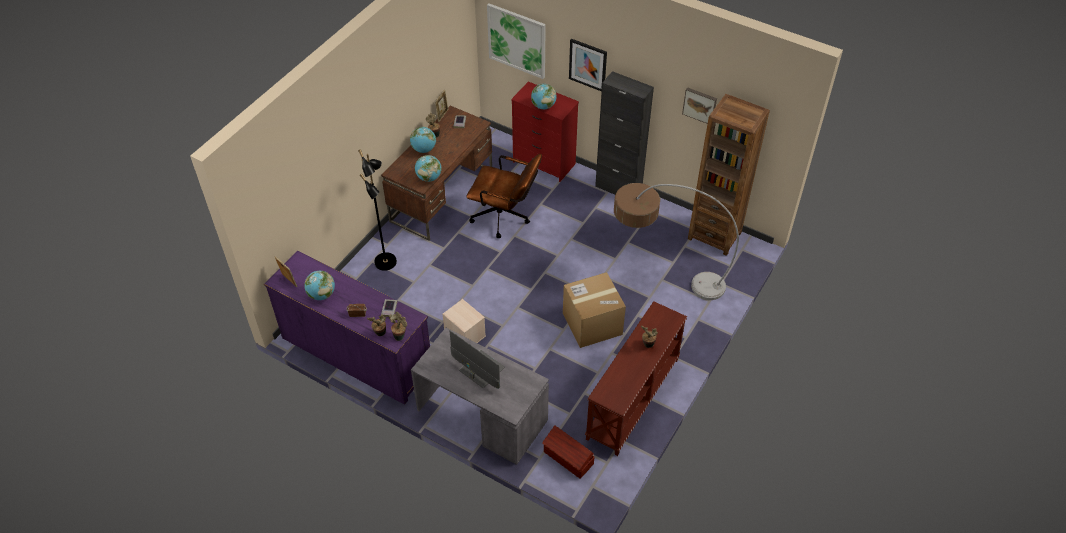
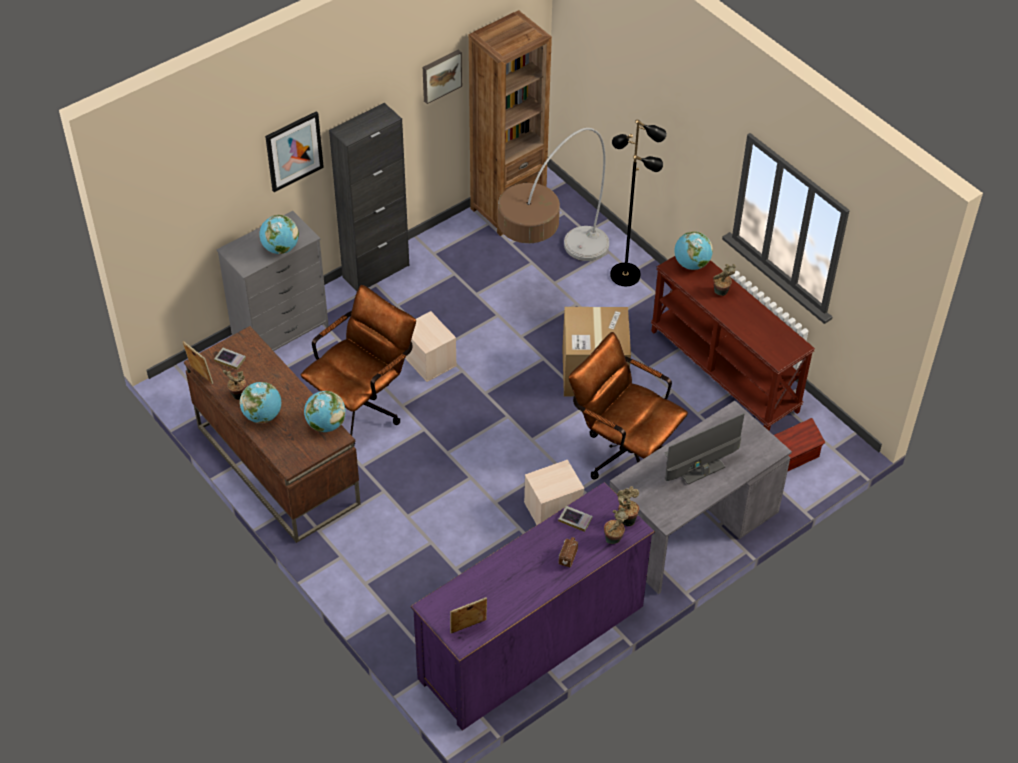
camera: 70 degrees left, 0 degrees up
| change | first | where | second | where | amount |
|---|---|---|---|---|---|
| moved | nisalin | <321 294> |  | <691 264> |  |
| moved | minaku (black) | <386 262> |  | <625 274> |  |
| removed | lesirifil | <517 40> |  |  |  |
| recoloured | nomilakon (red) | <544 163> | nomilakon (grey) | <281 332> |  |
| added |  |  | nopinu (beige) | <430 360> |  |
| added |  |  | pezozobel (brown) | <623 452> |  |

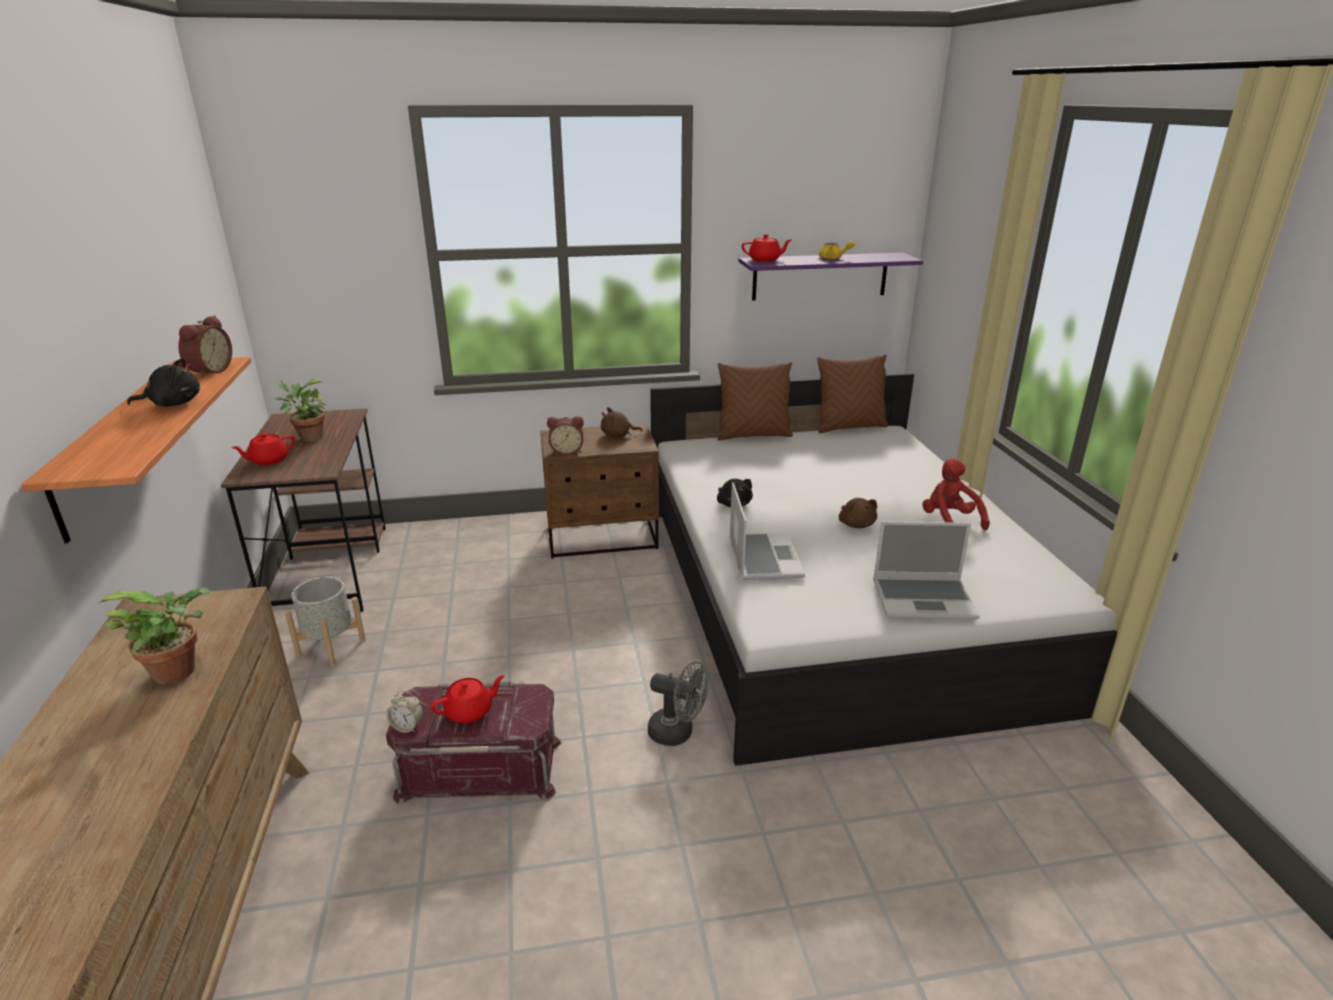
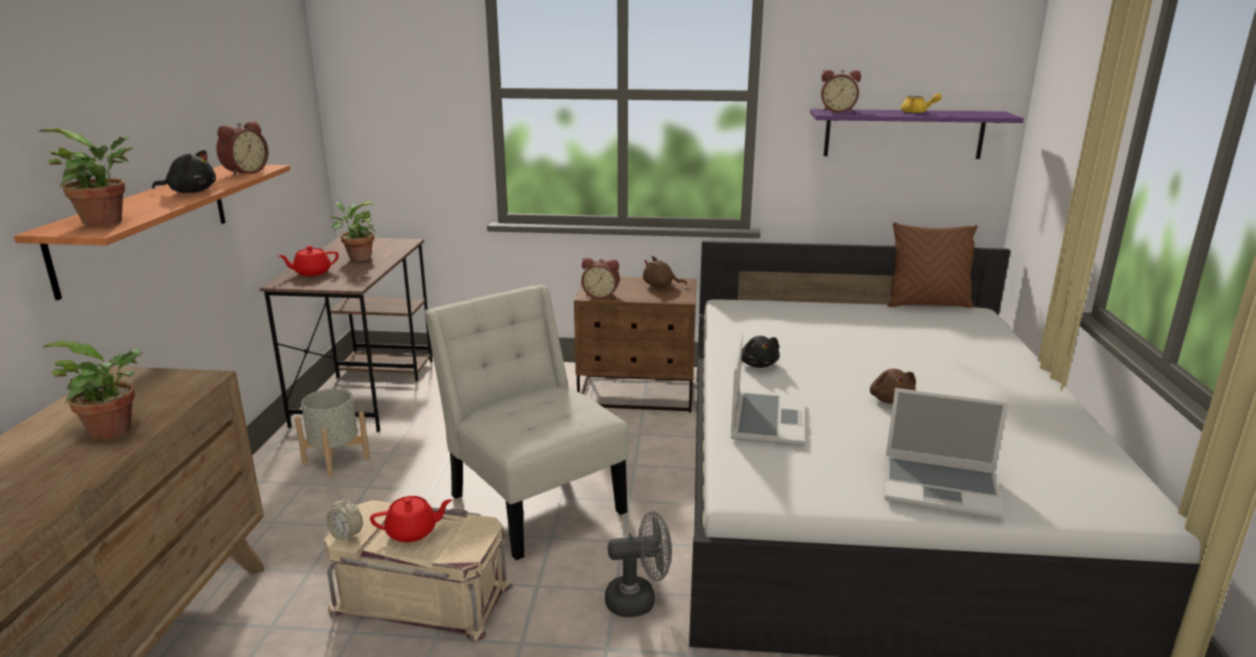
camera: 15 degrees right, 5 degrees down
| change | first | where | second | where | amount |
|---|---|---|---|---|---|
| recoloured | nopinu (red) | <481 767> | nopinu (beige) | <423 596> |  |
| turned | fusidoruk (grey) | <677 733> |  | <639 600> | 45 degrees counterclockwise |
| removed | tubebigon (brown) | <753 435> |  |  |  |
| replaced | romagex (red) | <765 260> | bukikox | <837 111> |  |
| removed | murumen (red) | <949 521> |  |  |  |
| added |  |  | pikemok | <108 222> |  |
| added |  |  | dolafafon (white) | <533 499> |  |

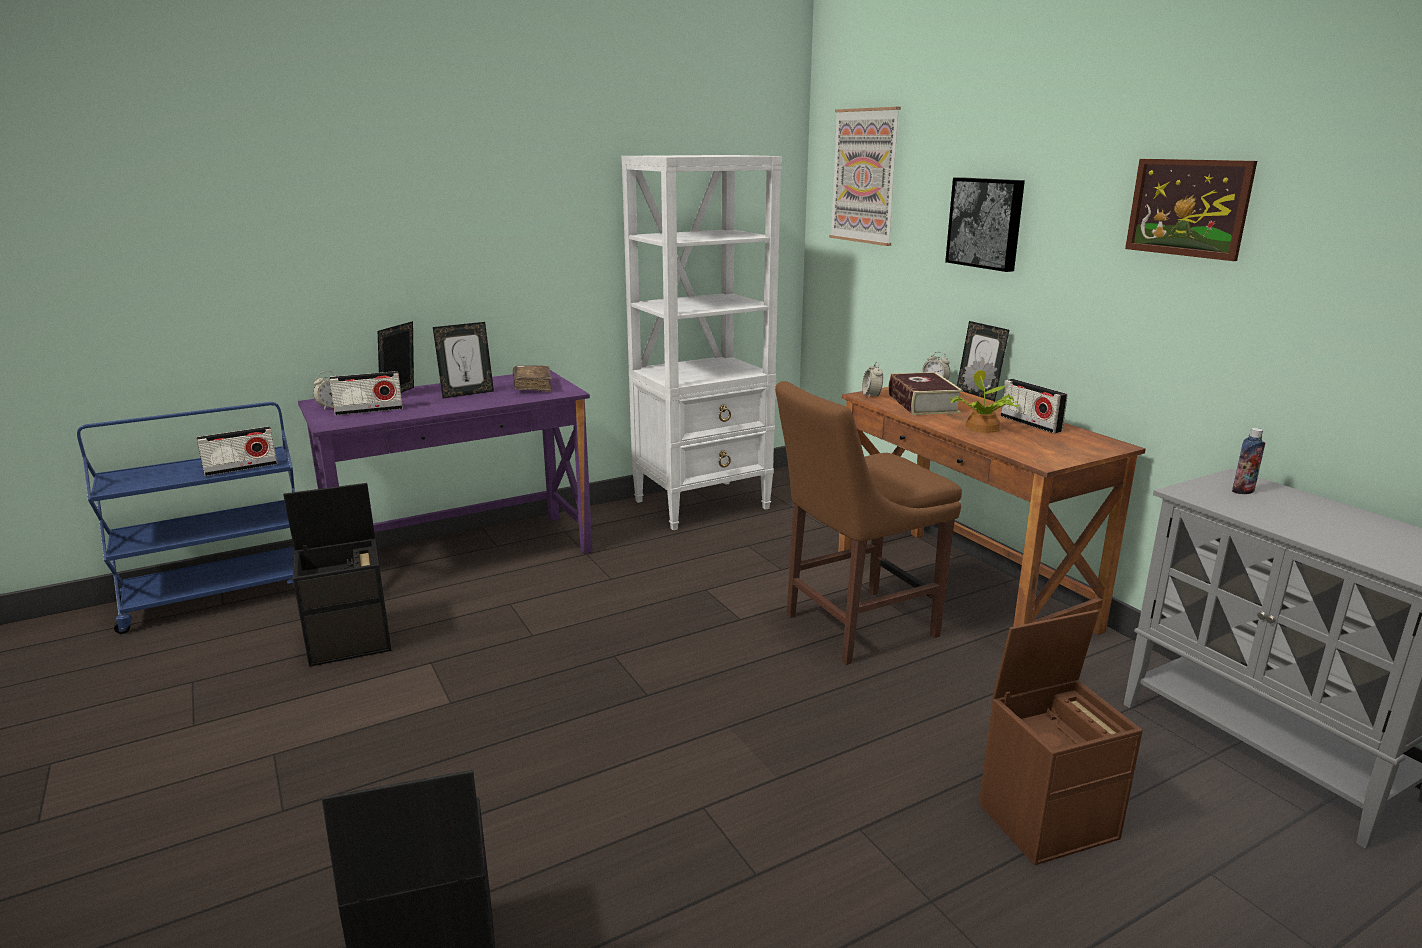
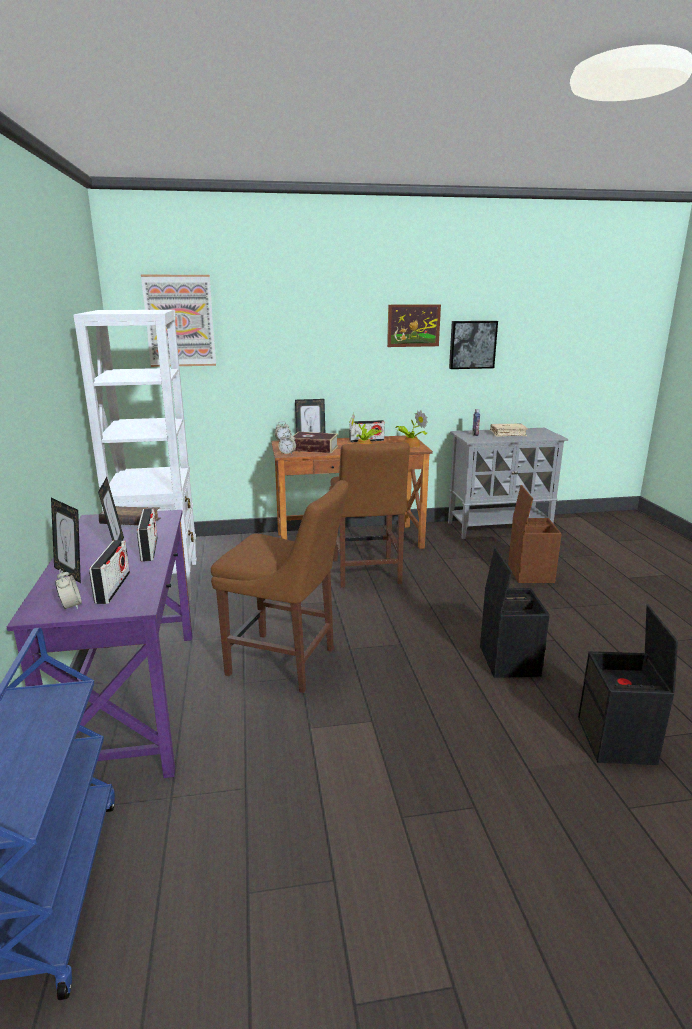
camera: 70 degrees left, 0 degrees up
| change | first | where | second | where | amount |
|---|---|---|---|---|---|
| moved | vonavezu | <241 468> |  | <149 549> |  |
| moved | nopinu (black) | <351 641> |  | <508 660> |  |
| moved | lesirifil | <986 223> |  | <472 344> |  |
| added |  |  | dolafafon (brown) | <286 663> |  |
| added |  |  | pikemok | <409 445> |  |
| added |  |  | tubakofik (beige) | <508 434> |  |

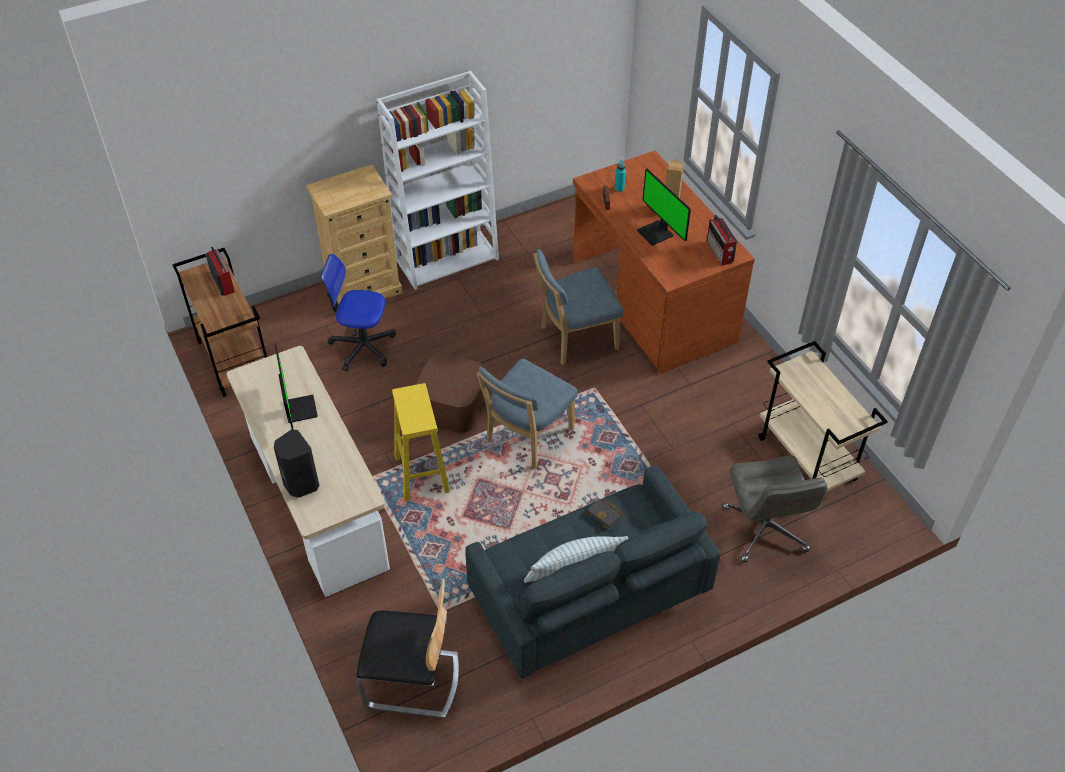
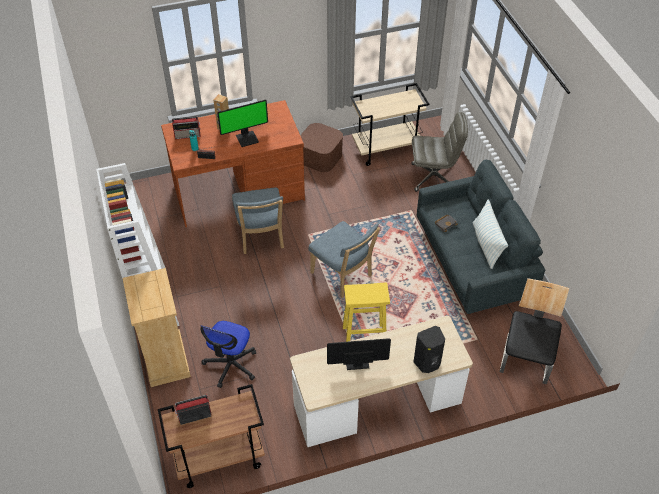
camera: 80 degrees left, 0 degrees up
| change | first | where | second | where | amount |
|---|---|---|---|---|---|
| moved | nopinu (brown) | <453 406> |  | <320 156> |  |
| moved | vonavezu | <719 252> |  | <188 135> |  |

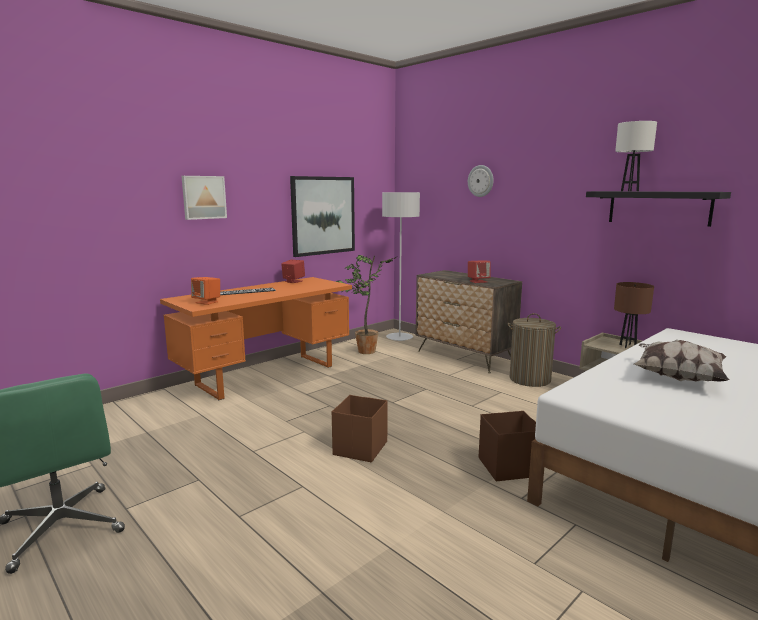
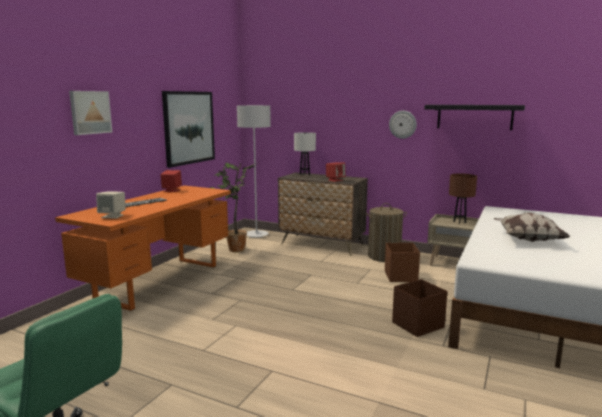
camera: 20 degrees left, 0 degrees up
| change | first | where | second | where | amount |
|---|---|---|---|---|---|
| recoloured | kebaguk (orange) | <207 302> | kebaguk (beige) | <112 216> |  |
| moved | nopinu (brown) | <359 449> |  | <400 276> |  |
| moved | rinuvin | <481 181> |  | <402 124> |  |
| moved | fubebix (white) | <629 191> |  | <304 174> |  |

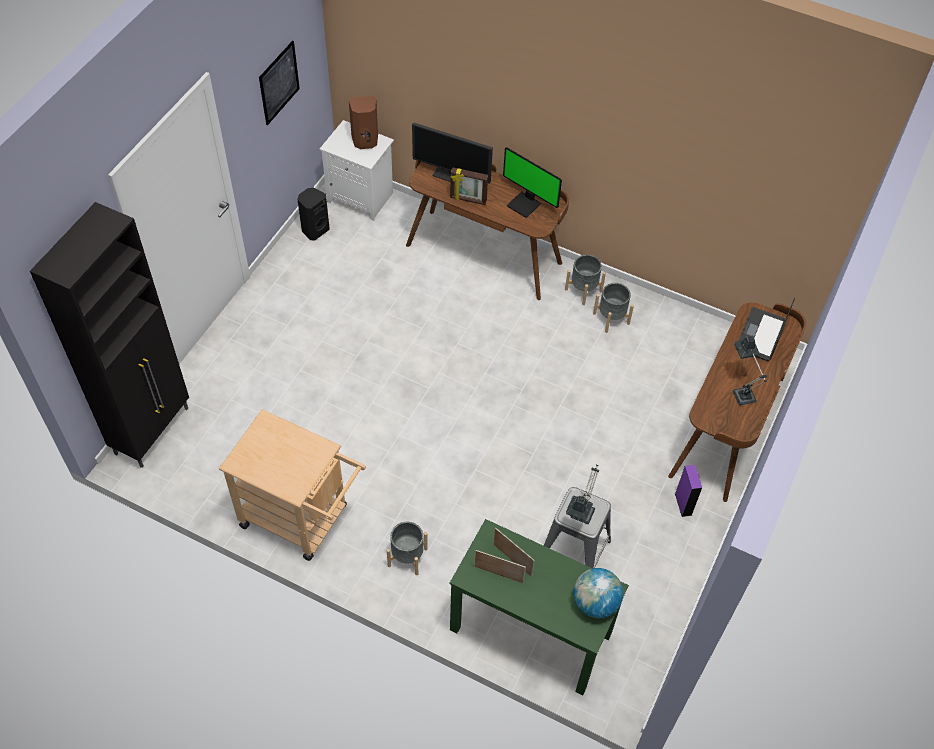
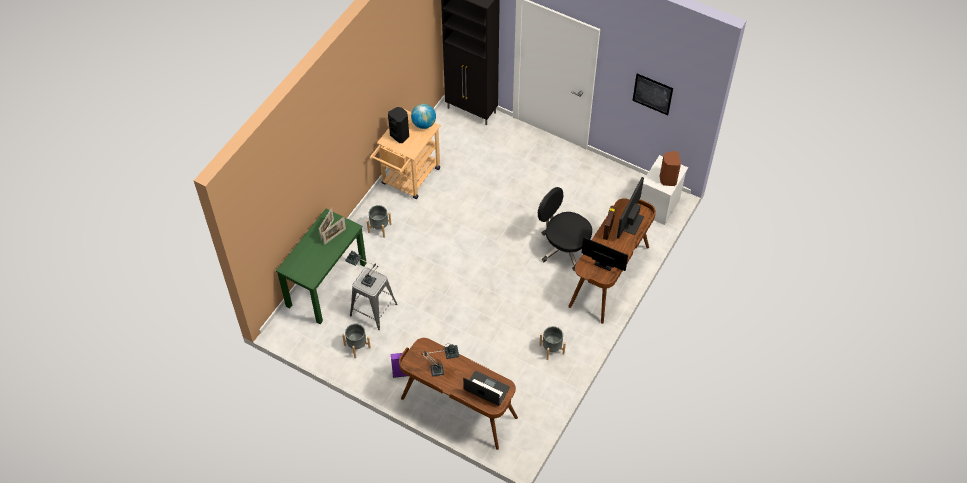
camera: 95 degrees right, 0 degrees up
| change | first | where | second | where | amount |
|---|---|---|---|---|---|
| moved | kebaguk (black) | <314 230> |  | <400 135> |  |
| turned | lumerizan | <525 204> |  | <604 262> | 75 degrees clockwise |
| moved | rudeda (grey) | <583 290> |  | <357 346> |  |
| moved | nisalin | <595 603> |  | <424 124> |  |
| added |  |  | pezozobel (black) | <564 247> |  |

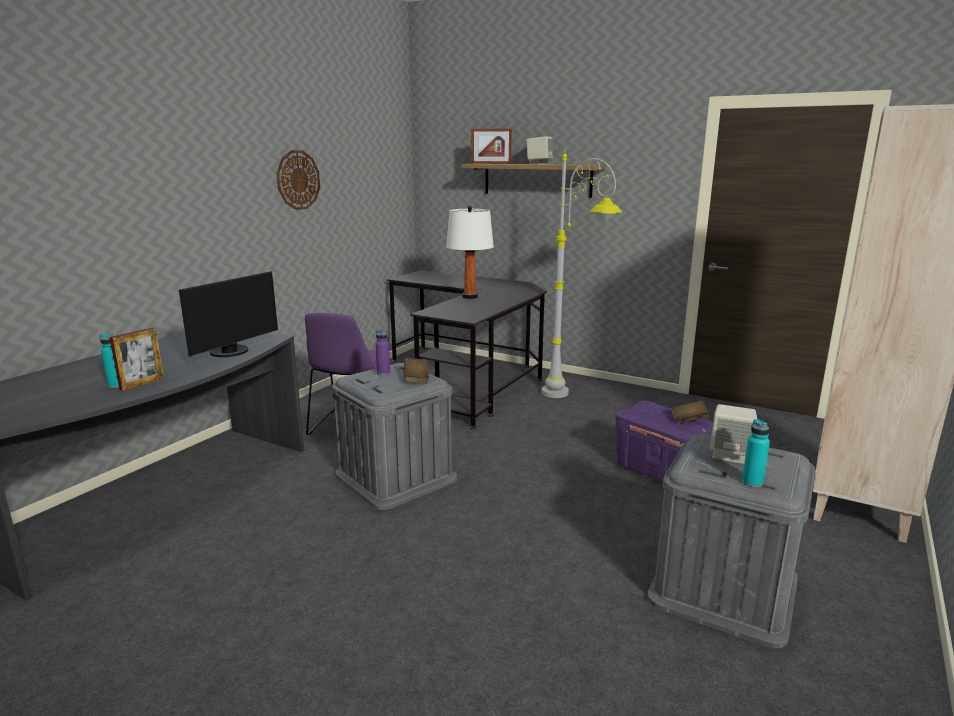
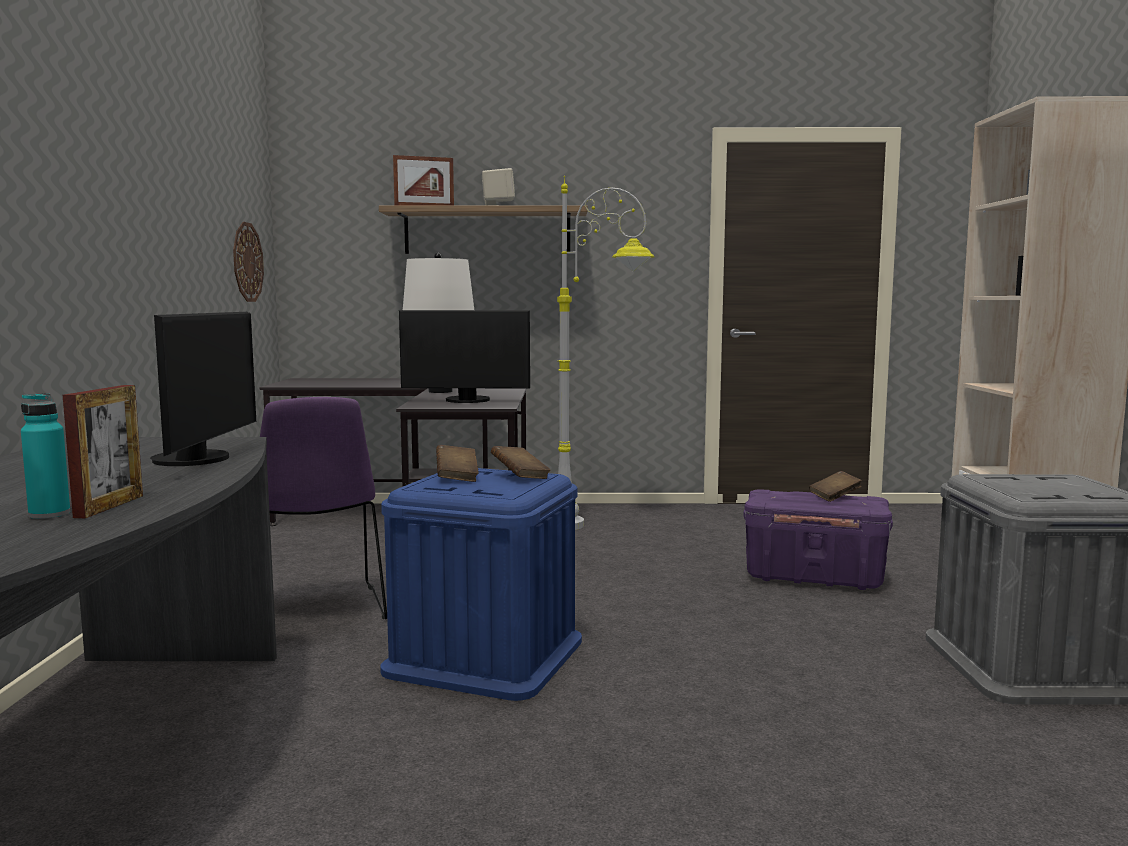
camera: 30 degrees left, 10 degrees down
| change | first | where | second | where | amount |
|---|---|---|---|---|---|
| moved | rinuvin | <298 180> |  | <247 262> |  |
| recoloured | nopinu (grey) | <395 476> | nopinu (blue) | <485 655> |  |
| replaced | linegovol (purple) | <383 373> | tubakofik (brown) | <457 477> |  |
| removed | kebaguk (beige) | <730 455> |  |  |  |
| removed | linegovol (turquoise) | <752 482> |  |  |  |
| added |  |  | lumerizan | <467 401> |  |

